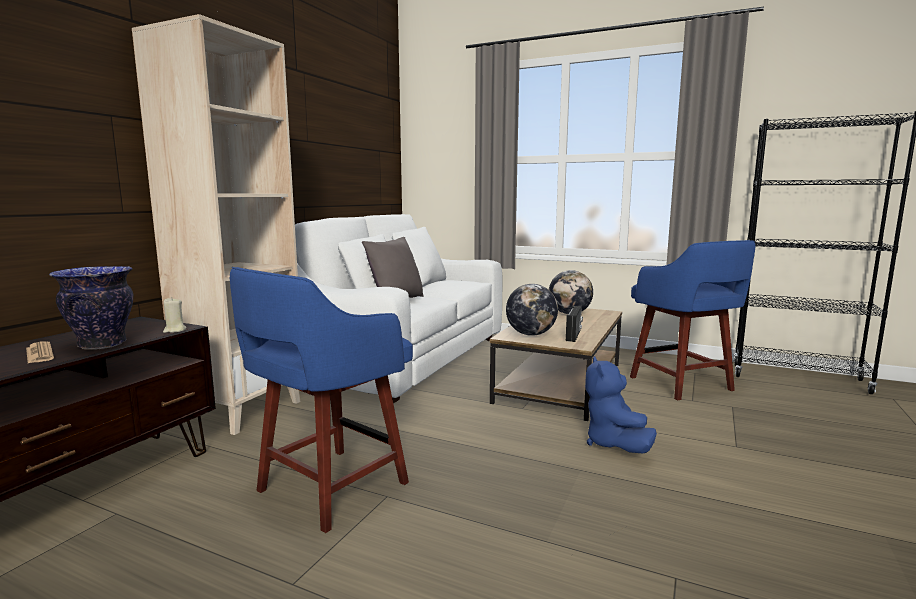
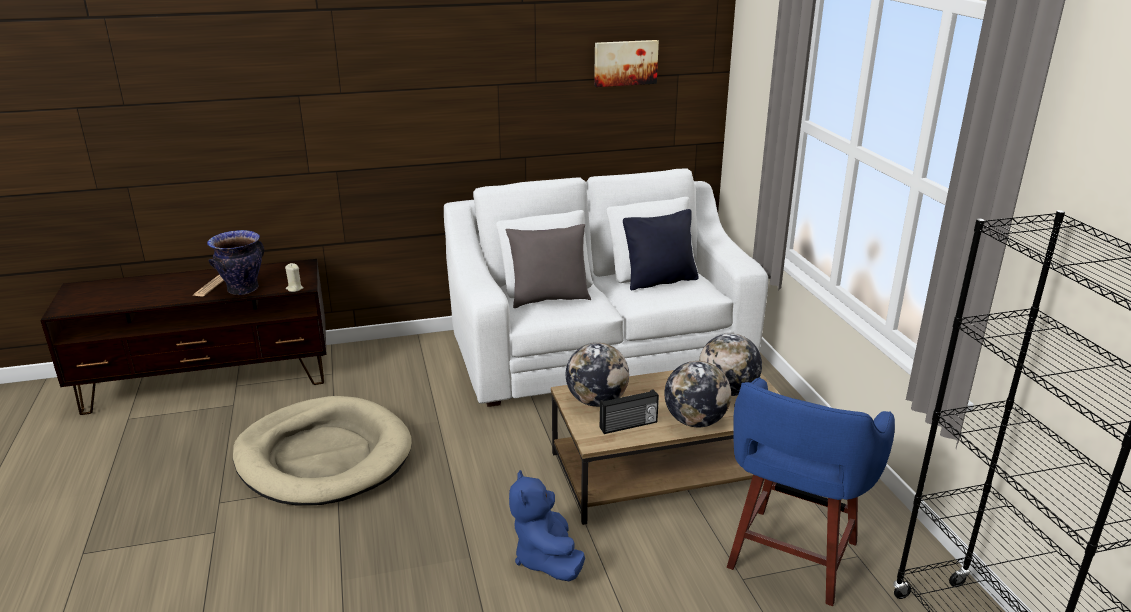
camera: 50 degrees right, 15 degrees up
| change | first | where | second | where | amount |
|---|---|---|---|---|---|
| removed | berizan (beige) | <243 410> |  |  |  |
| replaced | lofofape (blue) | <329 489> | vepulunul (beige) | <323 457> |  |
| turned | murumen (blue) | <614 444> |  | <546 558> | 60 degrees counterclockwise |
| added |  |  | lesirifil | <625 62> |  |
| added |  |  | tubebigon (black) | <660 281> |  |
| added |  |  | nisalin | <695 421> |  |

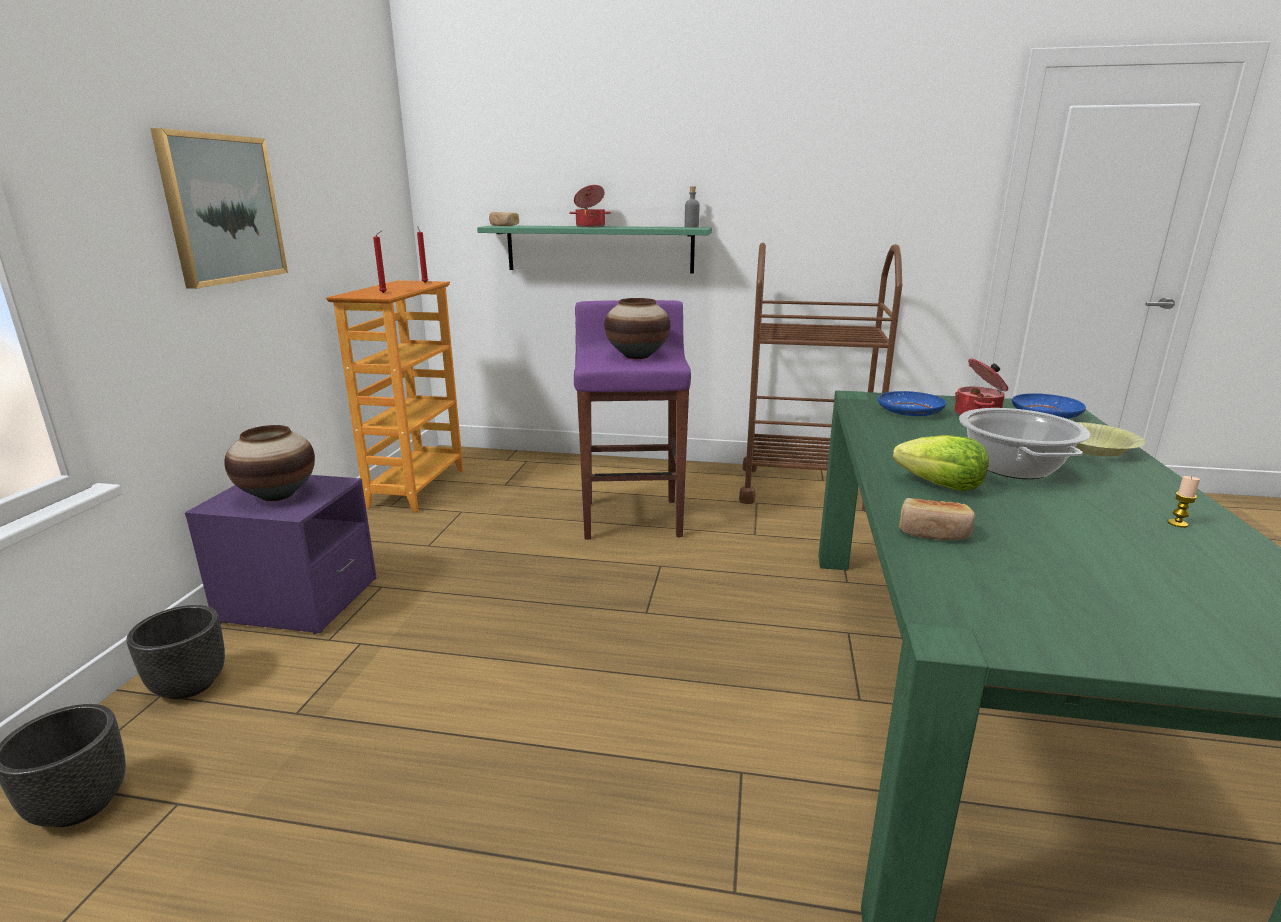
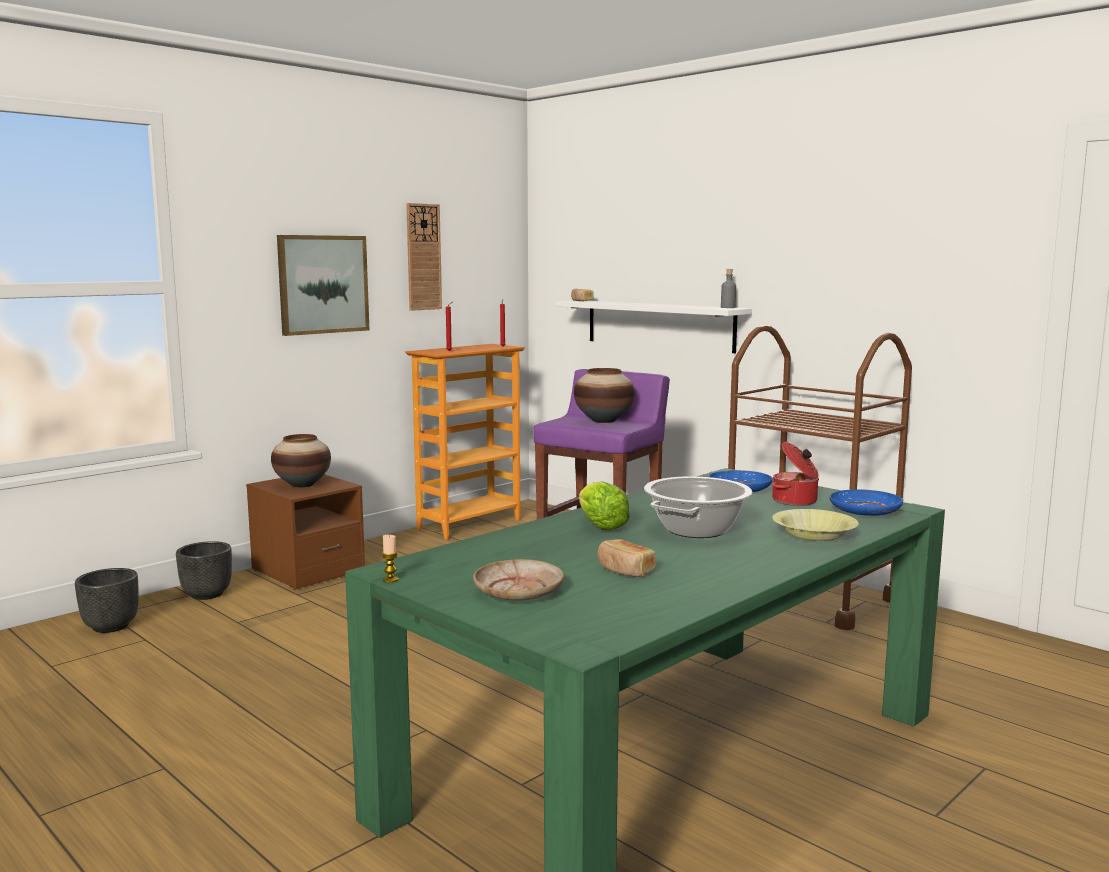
camera: 35 degrees right, 10 degrees down
| change | first | where | second | where | amount |
|---|---|---|---|---|---|
| recoloured | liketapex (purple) | <298 600> | liketapex (brown) | <308 571> |  |
| recoloured | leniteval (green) | <599 249> | leniteval (white) | <658 325> |  |
| removed | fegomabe | <590 226> |  |  |  |
| moved | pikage | <933 533> |  | <625 570> |  |
| moved | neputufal | <1177 523> |  | <390 580> |  |
| added |  |  | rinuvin | <423 257> |  |
| added |  |  | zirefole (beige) | <519 592> |  |

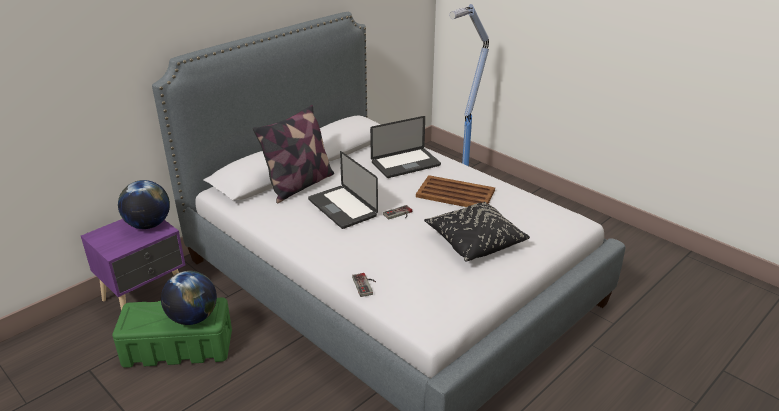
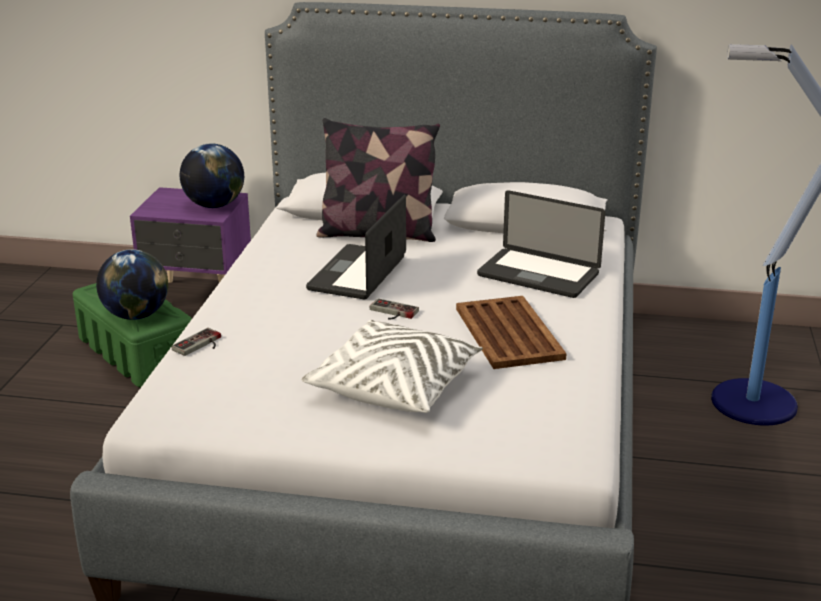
camera: 55 degrees right, 5 degrees down
| change | first | where | second | where | amount |
|---|---|---|---|---|---|
| recoloured | tubebigon (black) | <474 241> | tubebigon (white) | <395 386> |  |

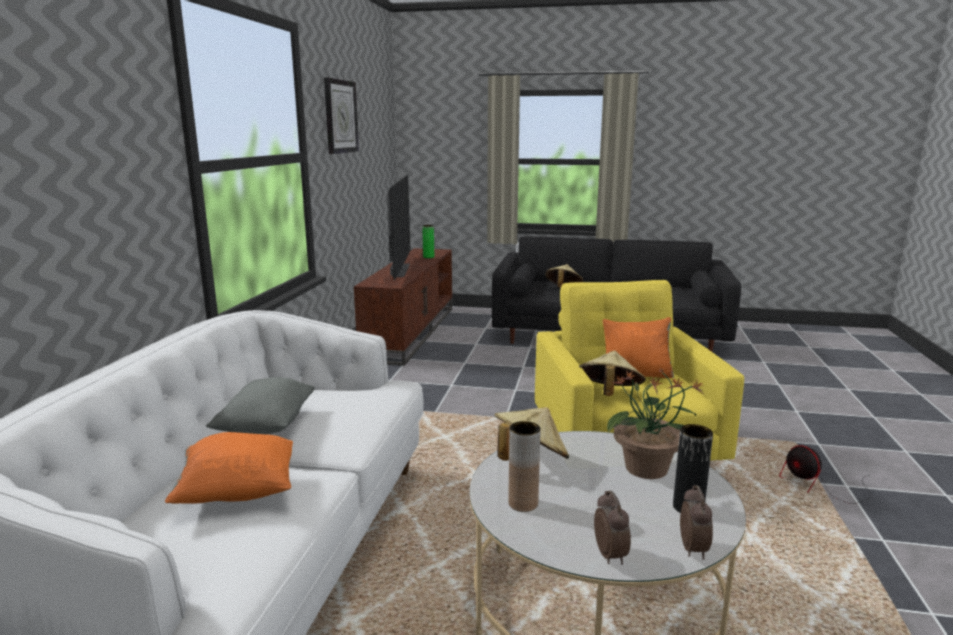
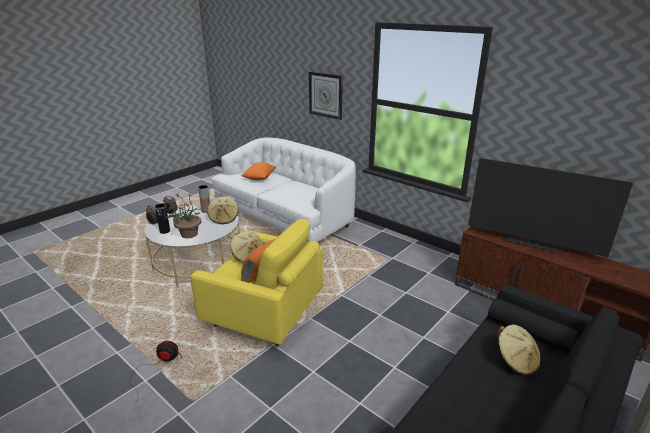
camera: 120 degrees right, 10 degrees up
| change | first | where | second | where | amount |
|---|---|---|---|---|---|
| removed | tubebigon (grey) | <266 426> |  |  |  |
| moved | rinuvin | <340 116> |  | <326 95> |  |
| removed | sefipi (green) | <428 257> |  |  |  |

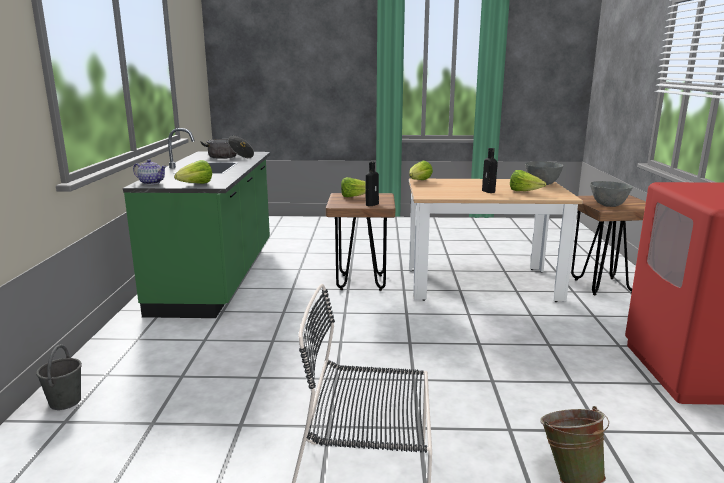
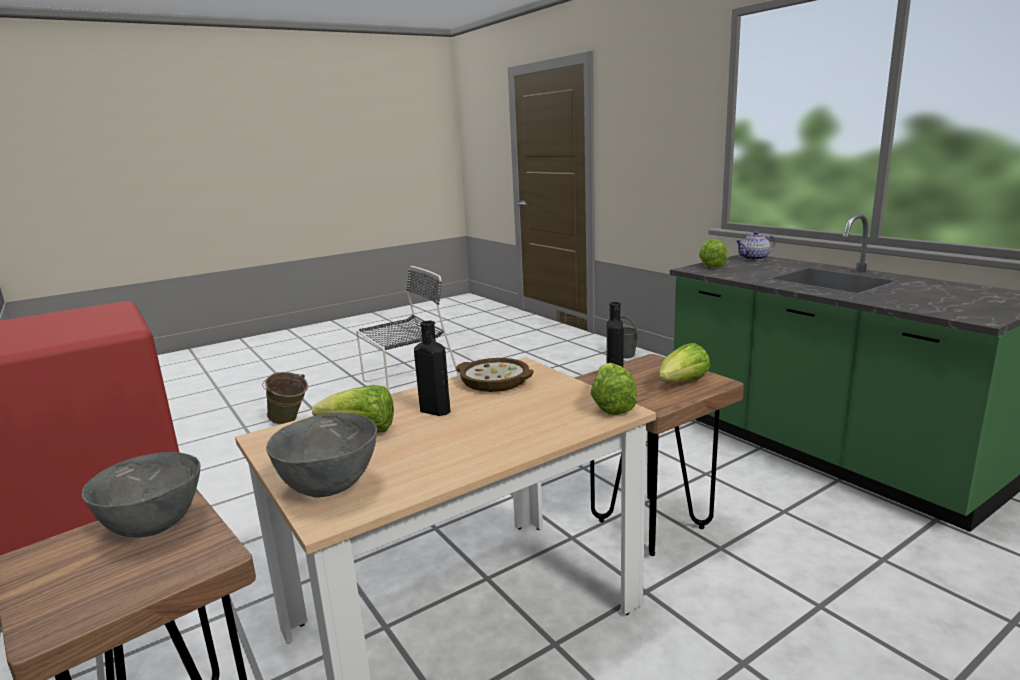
camera: 145 degrees right, 0 degrees up
| change | first | where | second | where | amount |
|---|---|---|---|---|---|
| removed | fegomabe | <229 157> |  |  |  |
| added |  |  | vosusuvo | <494 382> |  |

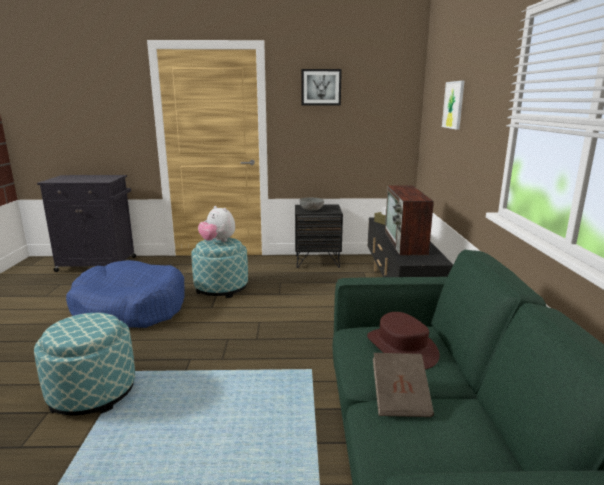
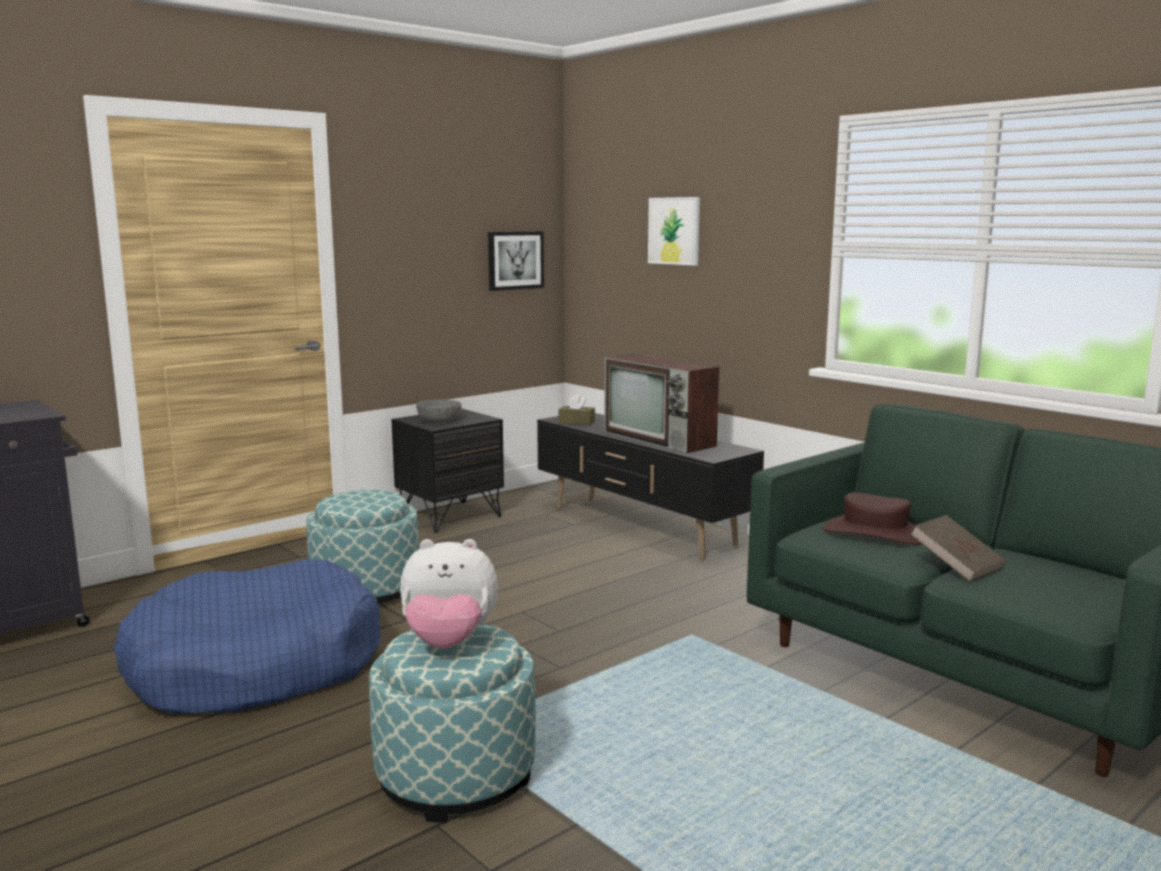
camera: 40 degrees left, 5 degrees down
| change | first | where | second | where | amount |
|---|---|---|---|---|---|
| moved | murumen | <218 241> |  | <449 643> |  |
| moved | lesirifil | <321 87> |  | <515 260> |  |

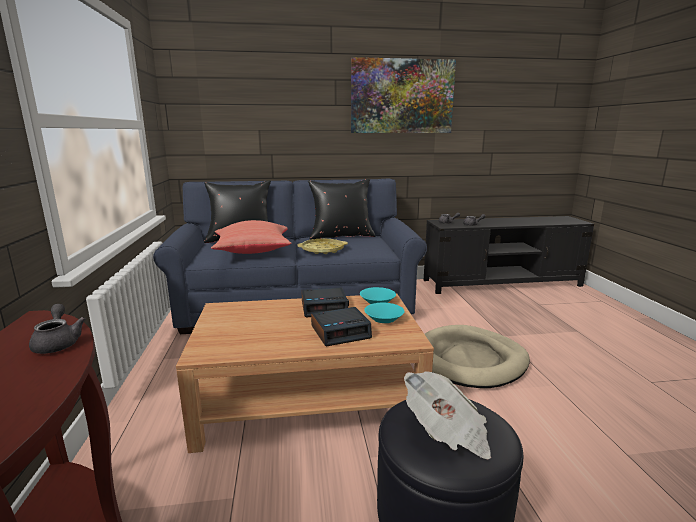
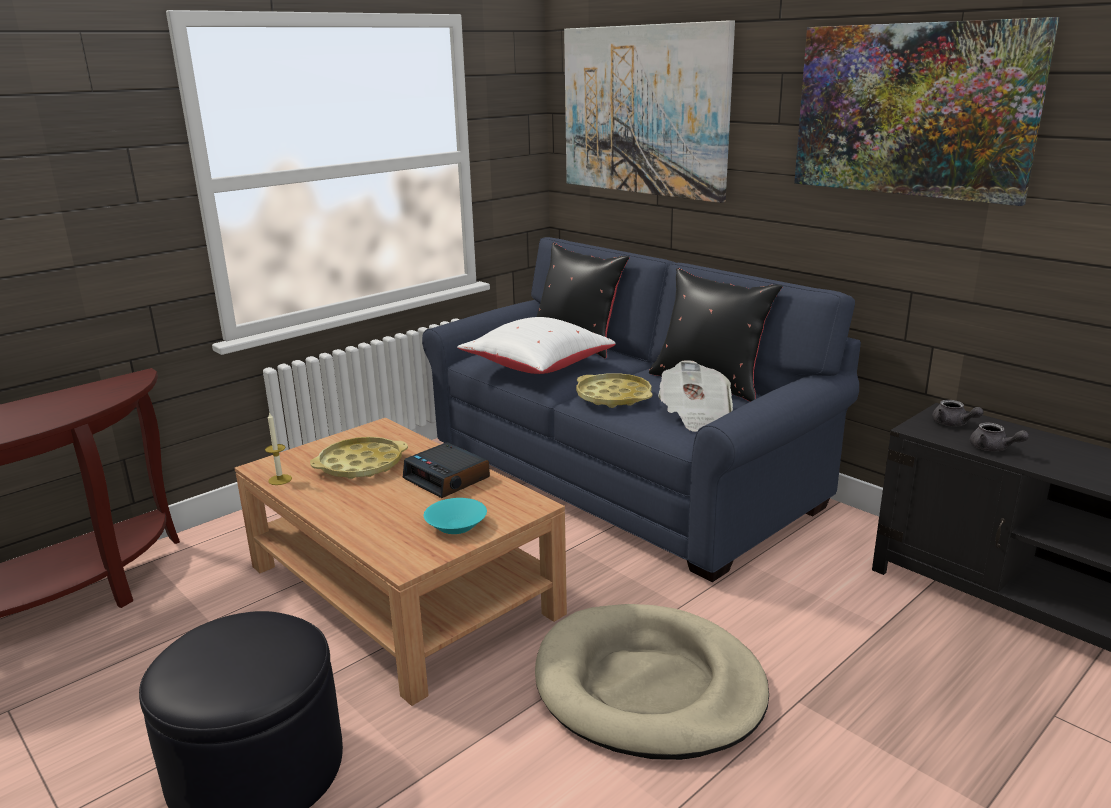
camera: 55 degrees right, 5 degrees up
| change | first | where | second | where | amount |
|---|---|---|---|---|---|
| removed | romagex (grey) | <58 343> |  |  |  |
| recoloured | tubebigon (red) | <253 252> | tubebigon (white) | <536 368> |  |
| removed | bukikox | <341 332> |  |  |  |
| removed | vosusuvo (turquoise) | <377 301> |  |  |  |
| moved | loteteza | <447 433> |  | <695 416> |  |
| added |  |  | neputufal | <280 479> |  |
| added |  |  | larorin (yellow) | <360 465> |  |
| added |  |  | lesirifil | <643 111> |  |

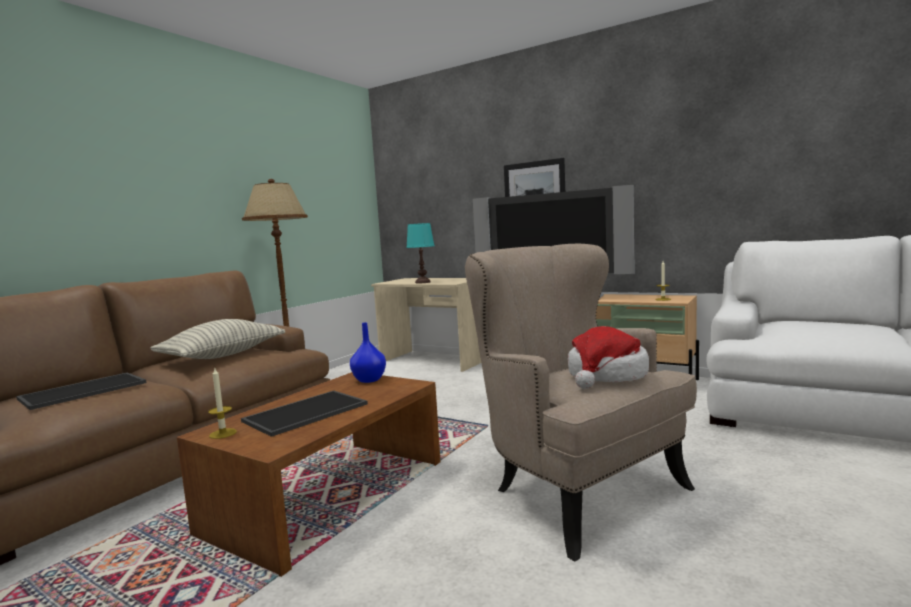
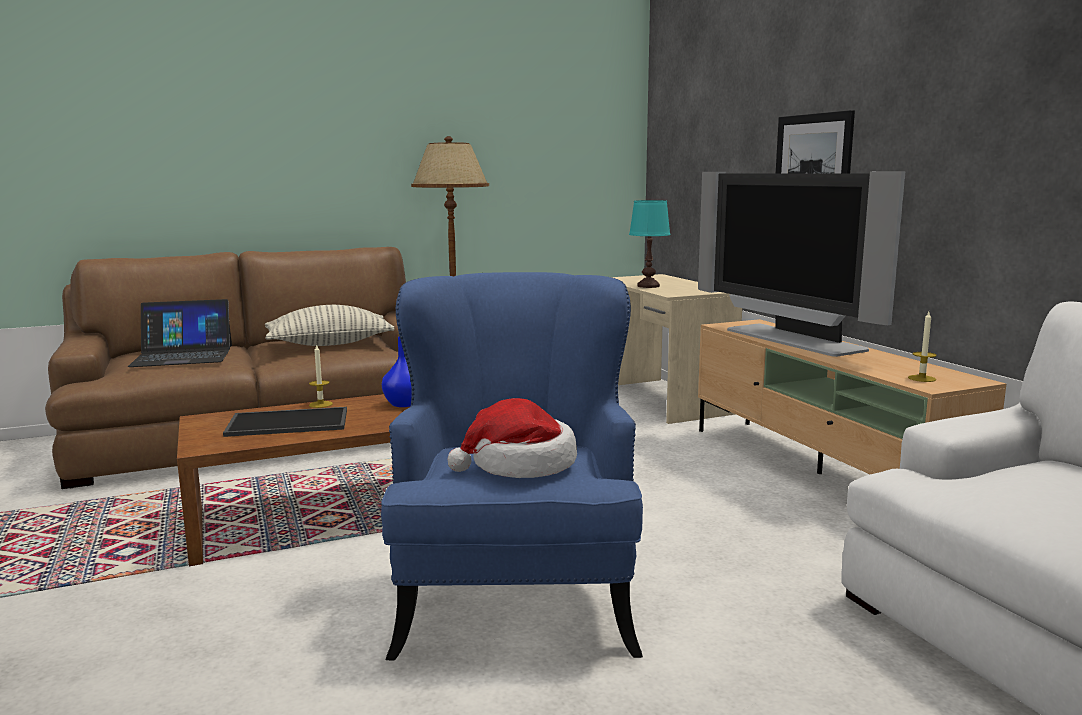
camera: 35 degrees right, 5 degrees up
| change | first | where | second | where | amount |
|---|---|---|---|---|---|
| replaced | larorin | <84 390> | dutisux | <183 356> |  |
| moved | neputufal | <223 433> |  | <320 404> |  |
| recoloured | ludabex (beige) | <575 490> | ludabex (blue) | <516 601> |  |

